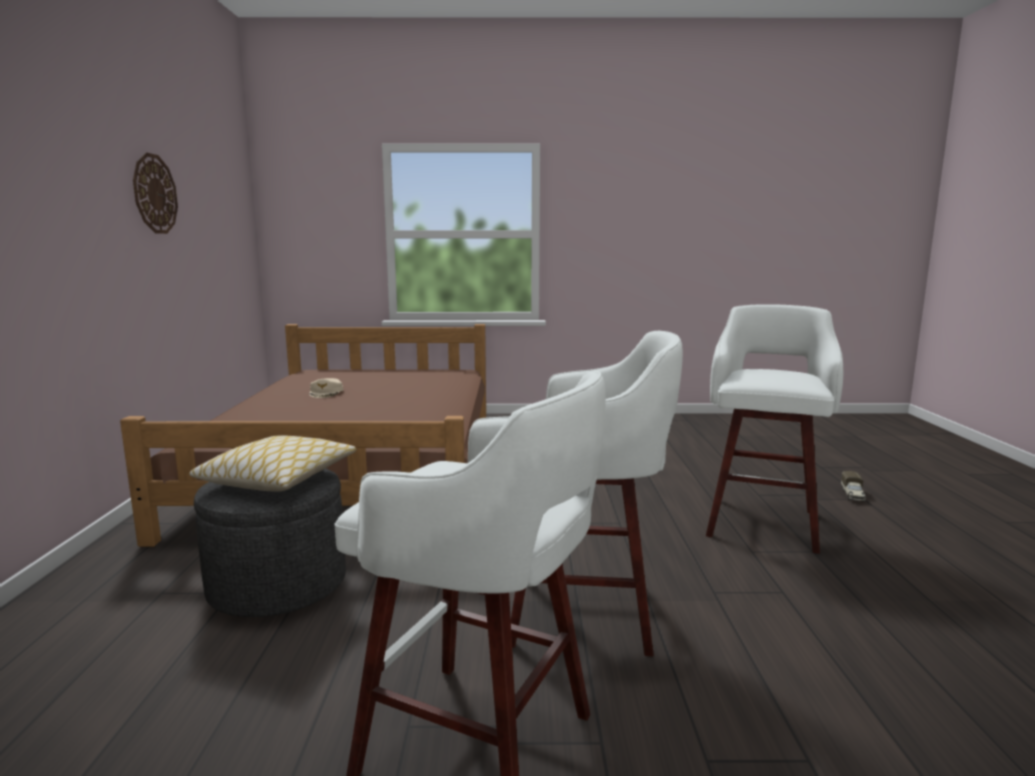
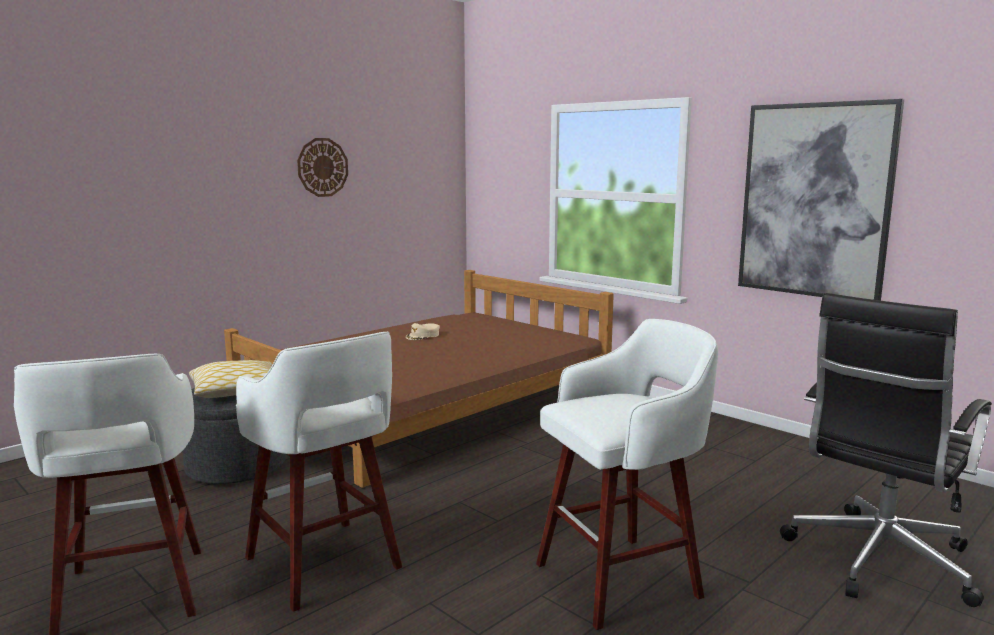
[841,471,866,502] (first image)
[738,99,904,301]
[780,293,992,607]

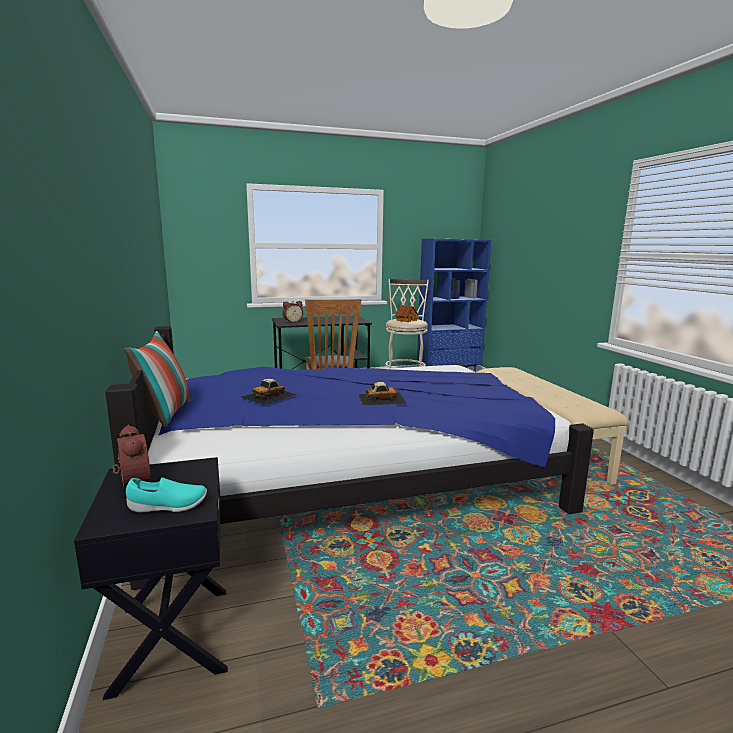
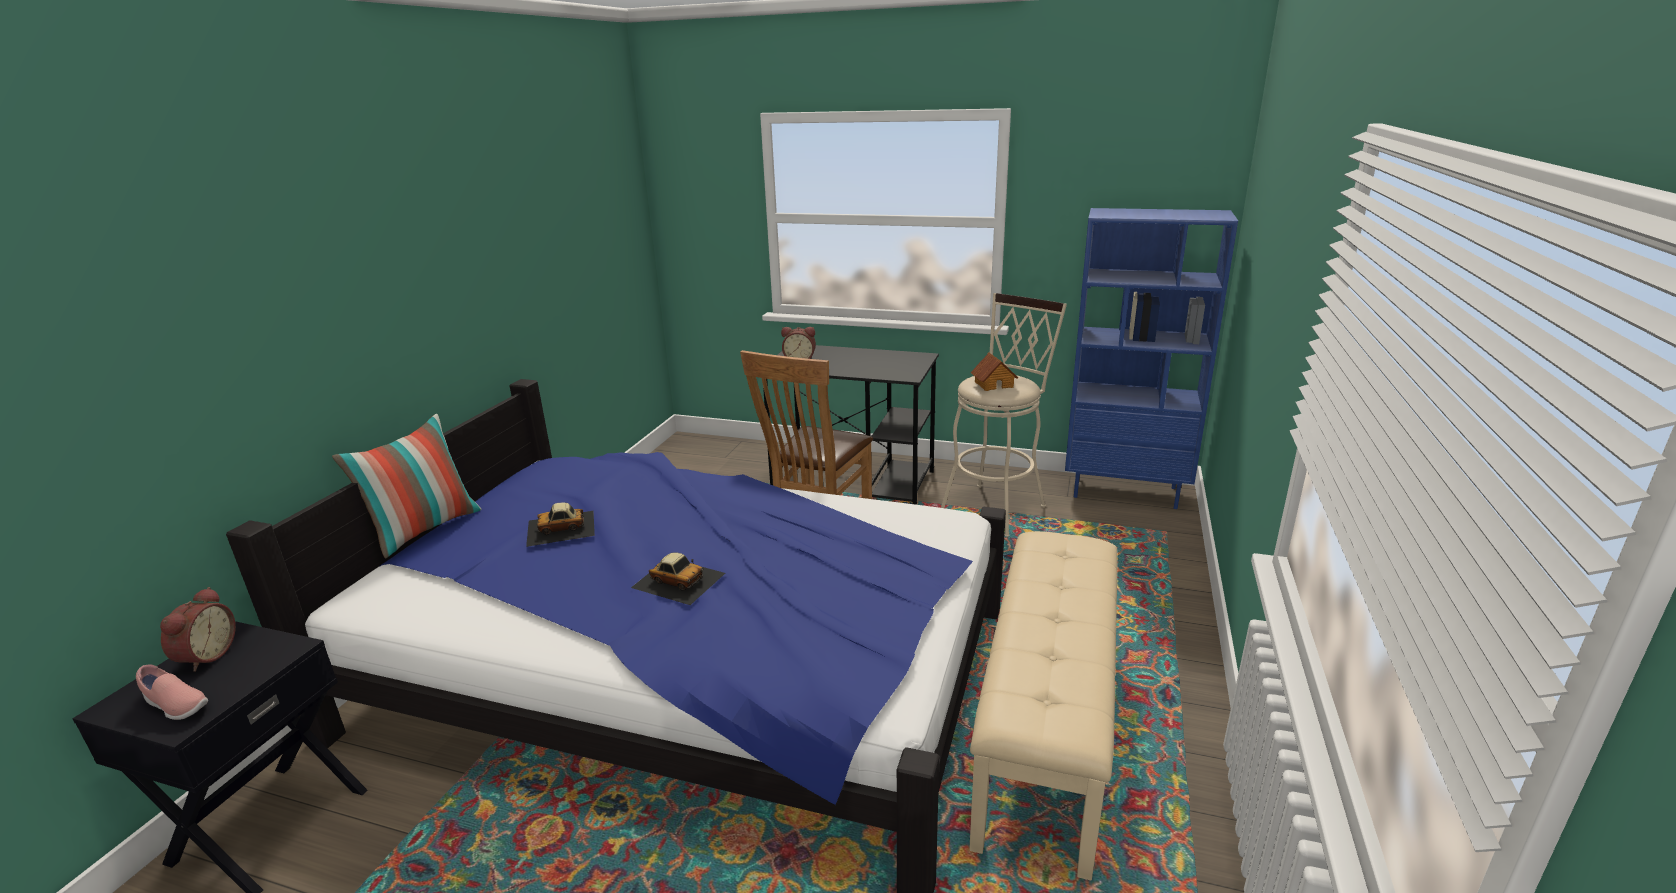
[136,664,208,720]

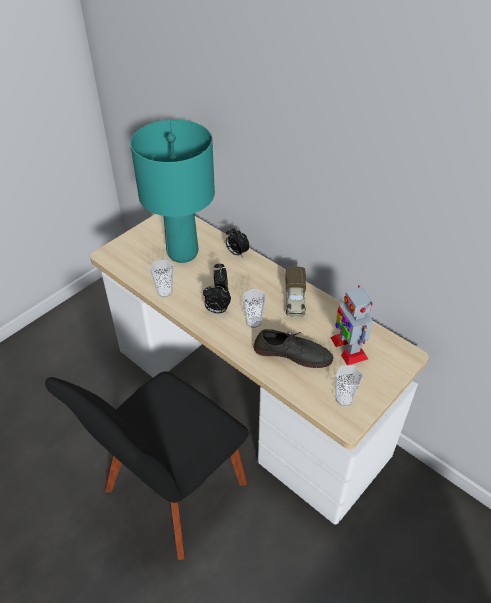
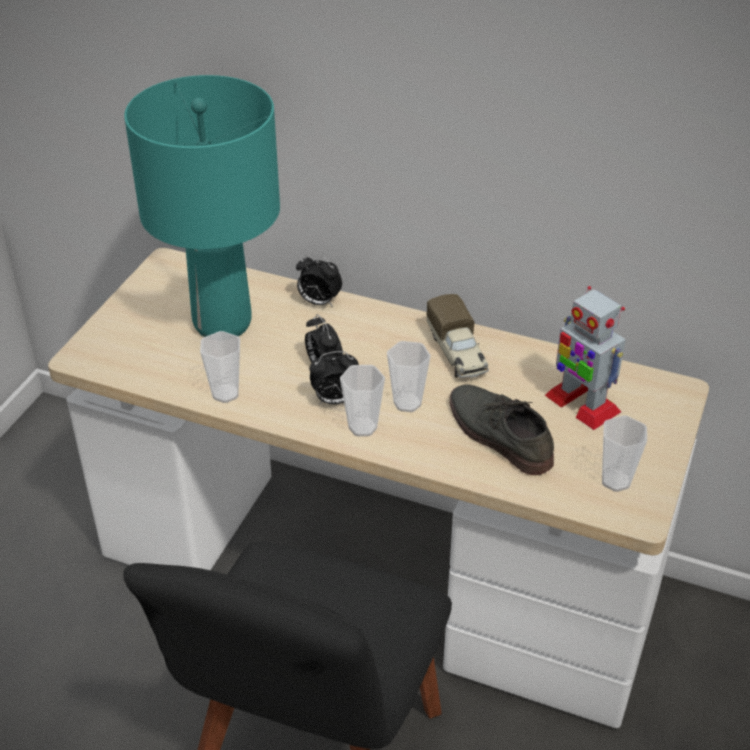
[340,365,385,436]
[450,384,554,475]

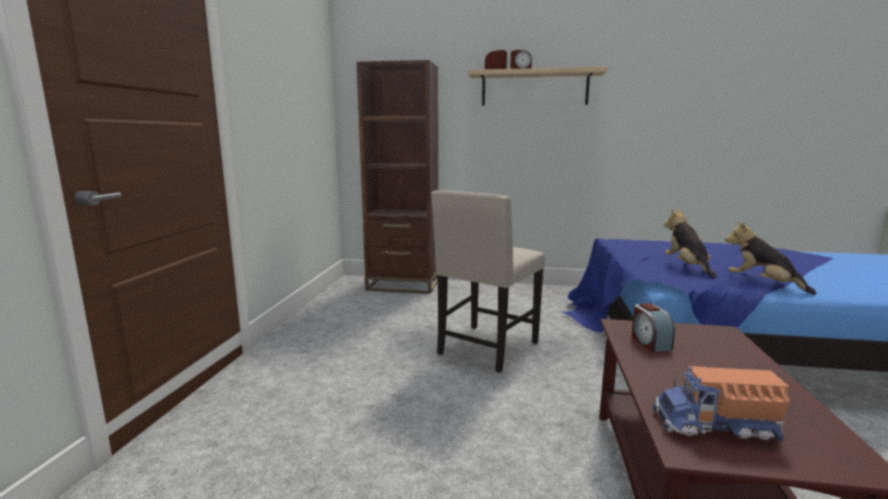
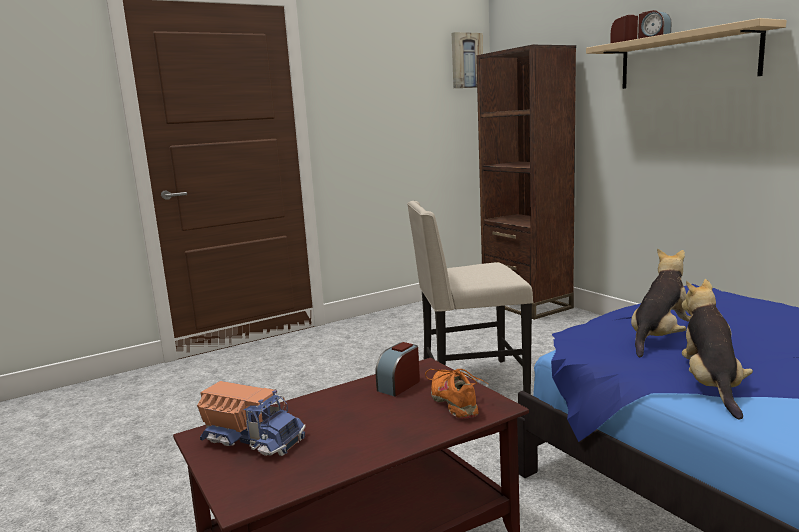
[425,369,488,419]
[452,32,483,88]
[197,381,306,456]

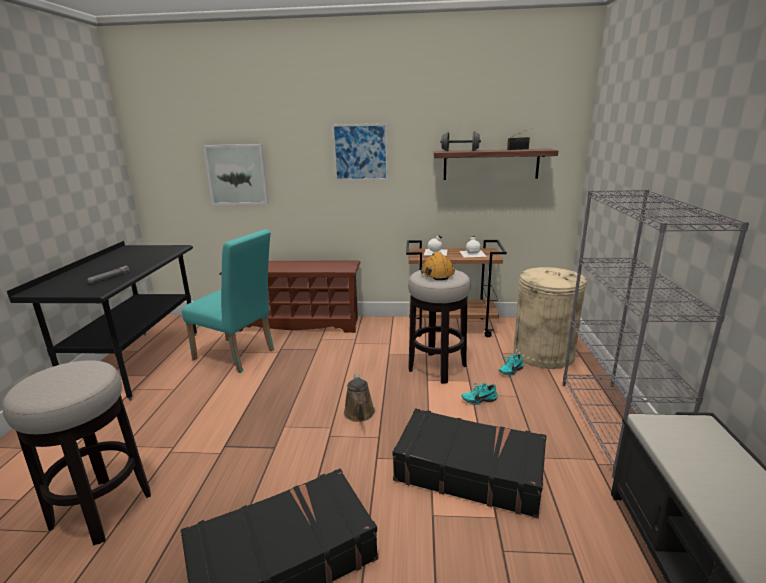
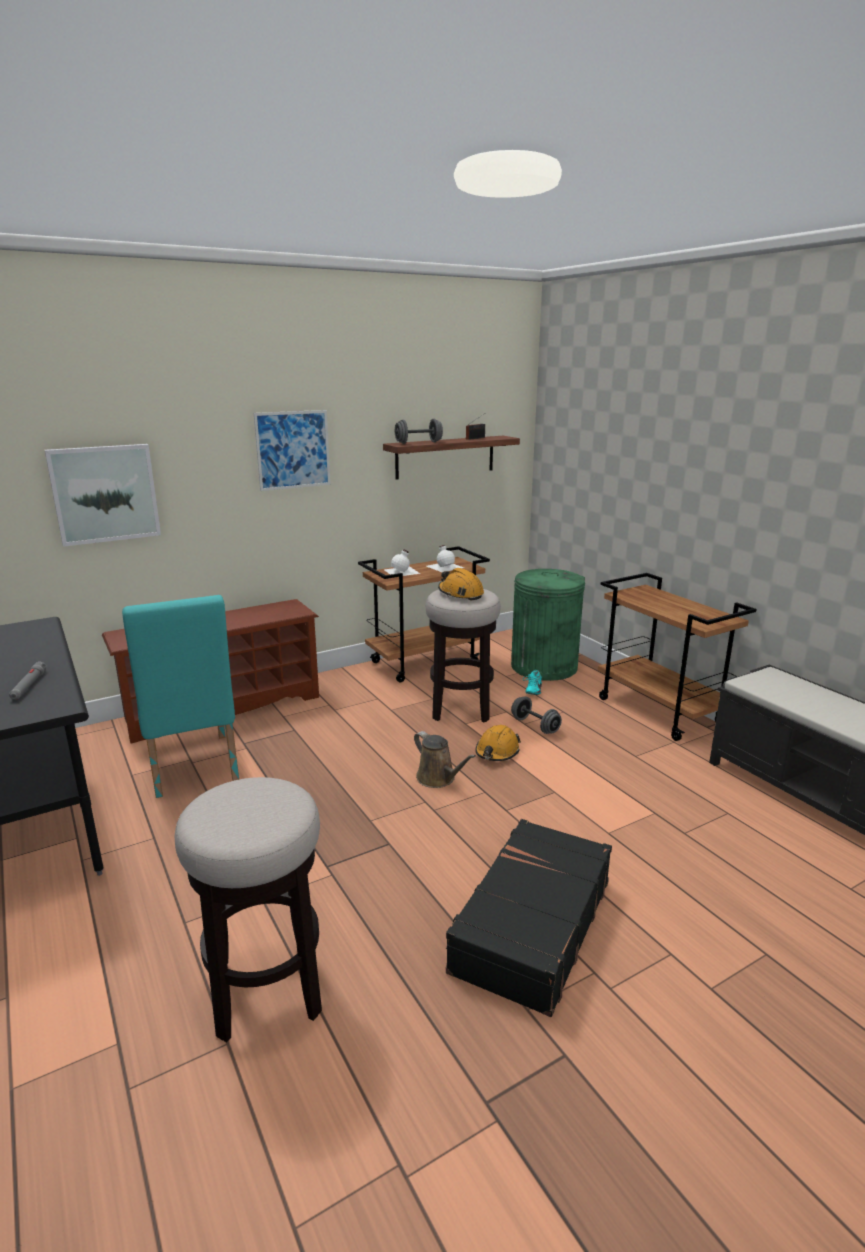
[393,409,547,519] (first image)
[475,725,521,761]
[511,696,562,734]
[598,573,756,741]
[511,569,585,681]
[122,595,239,798]

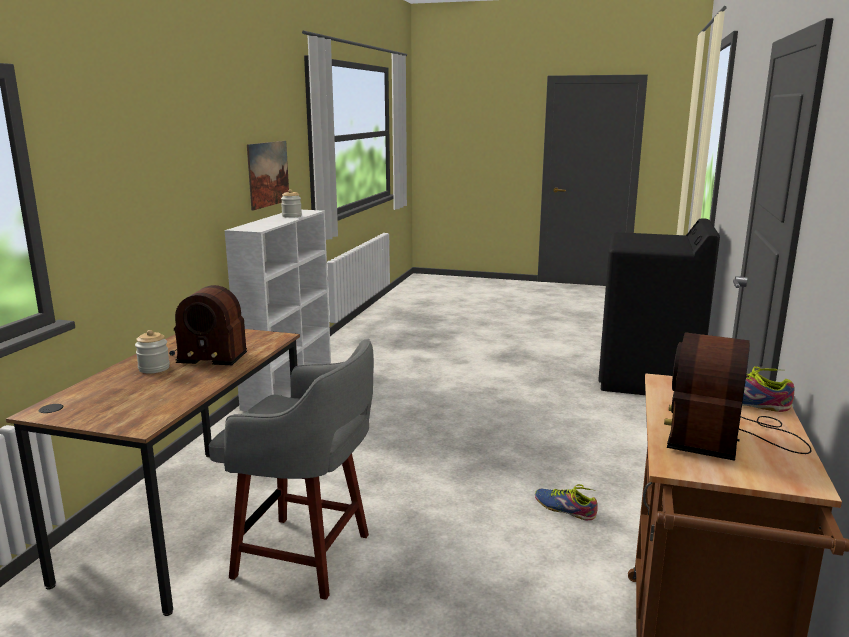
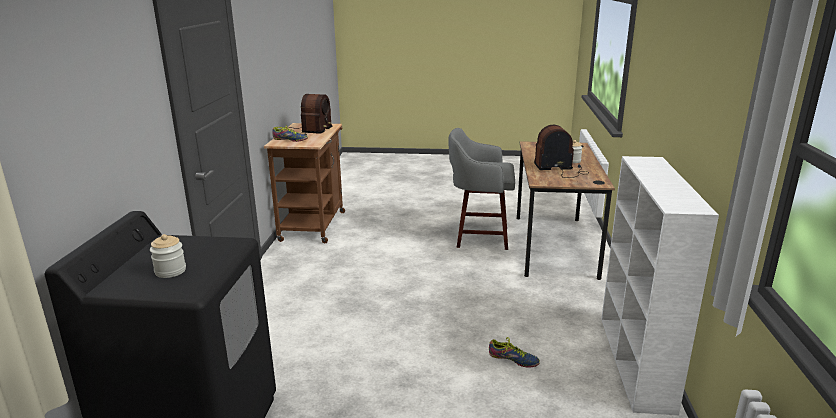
[247,141,289,211] (first image)
[150,234,186,278]
[489,337,540,368]

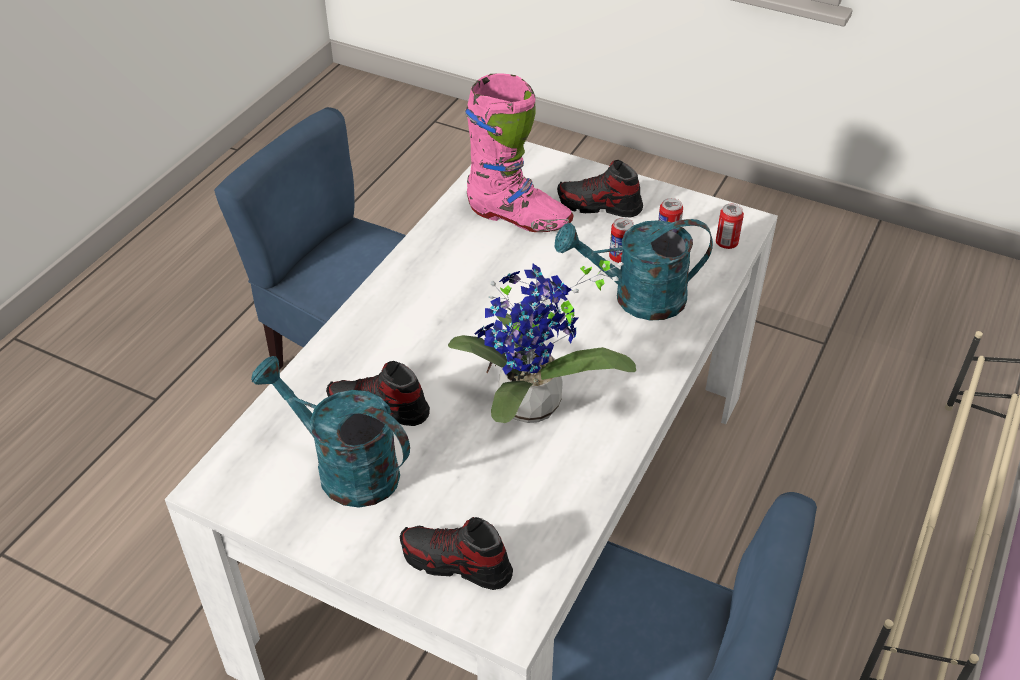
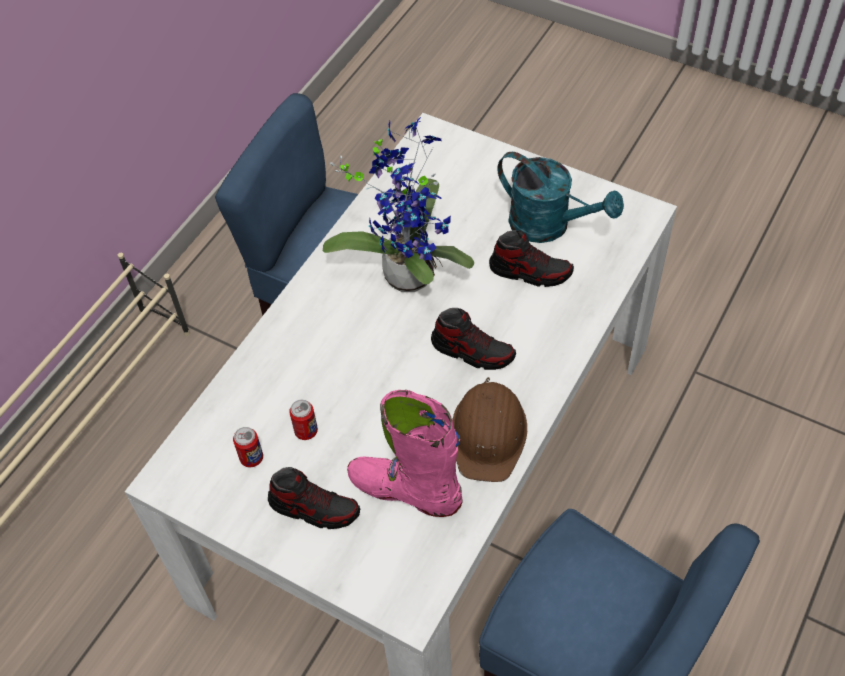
[555,219,713,321] (first image)
[716,203,744,249] (first image)
[452,377,527,482]
[431,308,516,370]

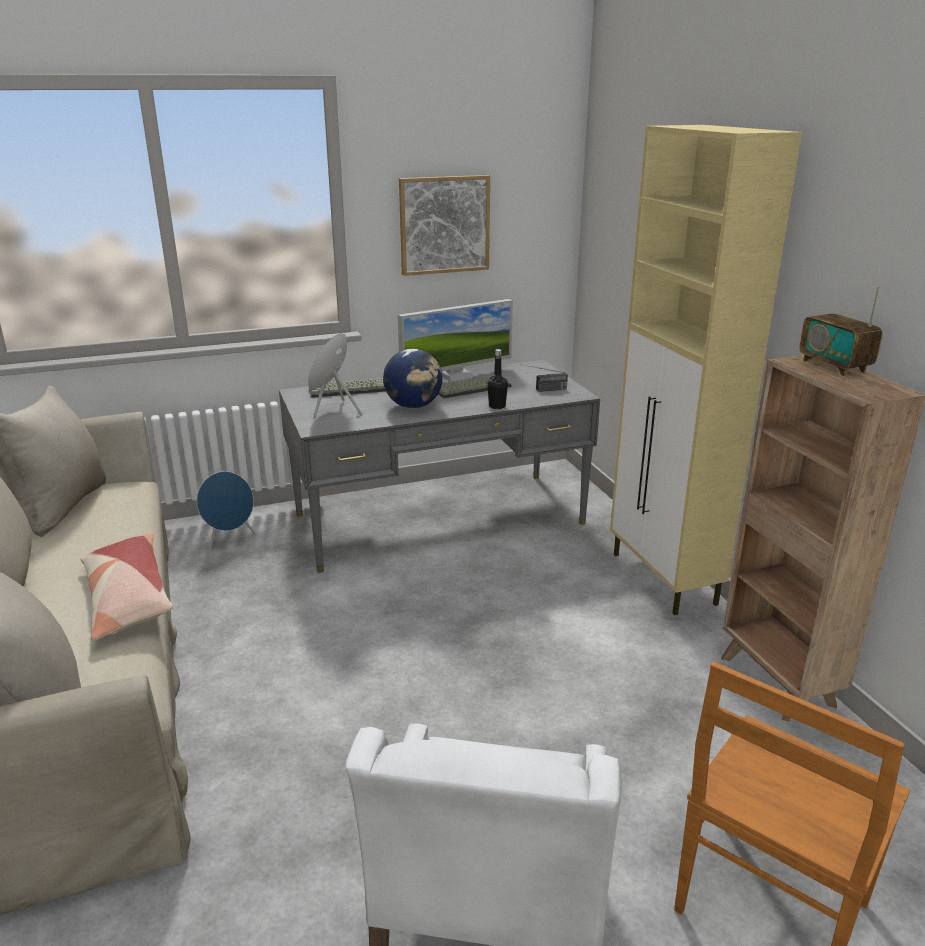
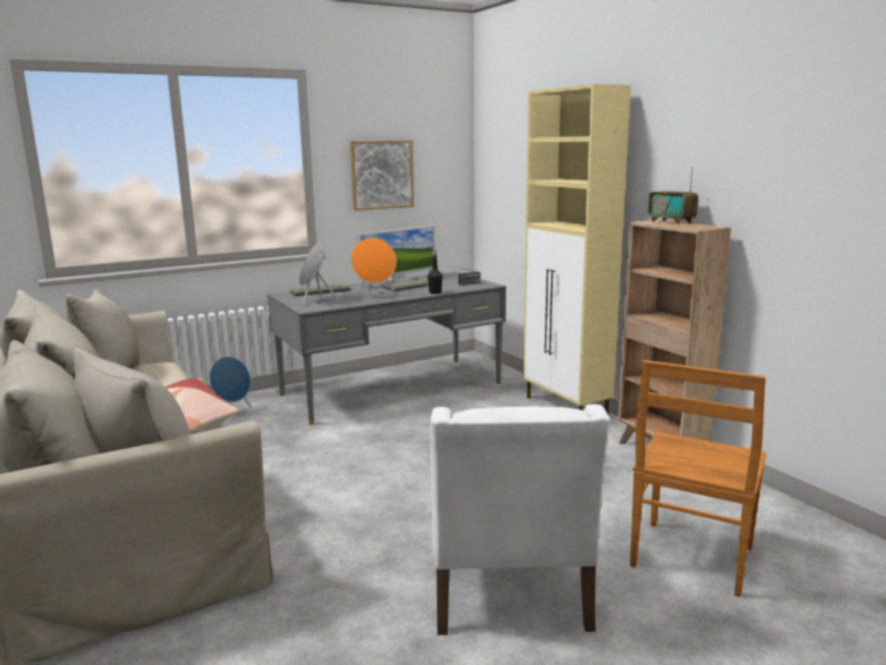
[351,238,396,299]

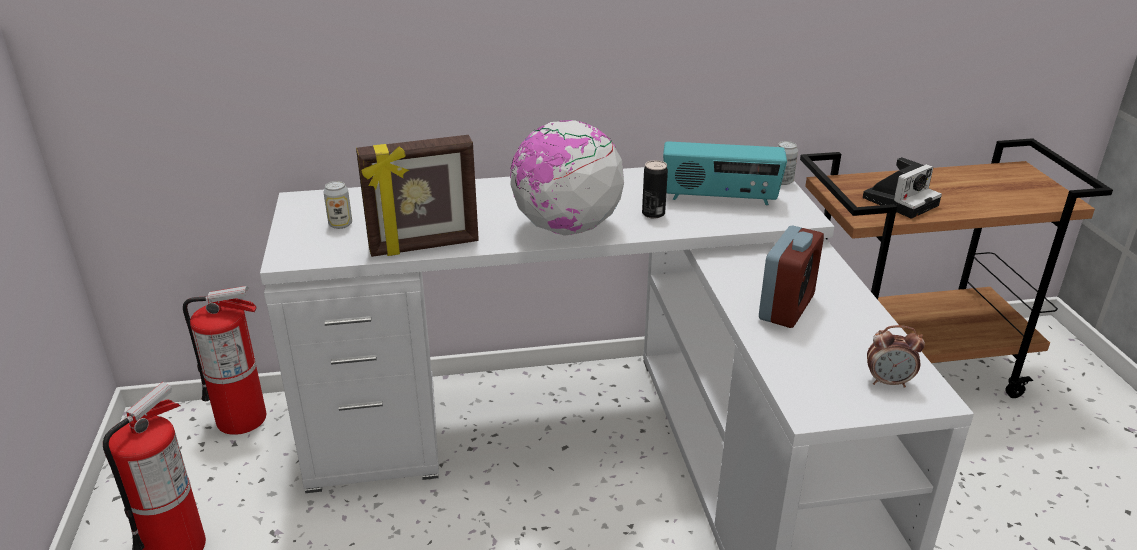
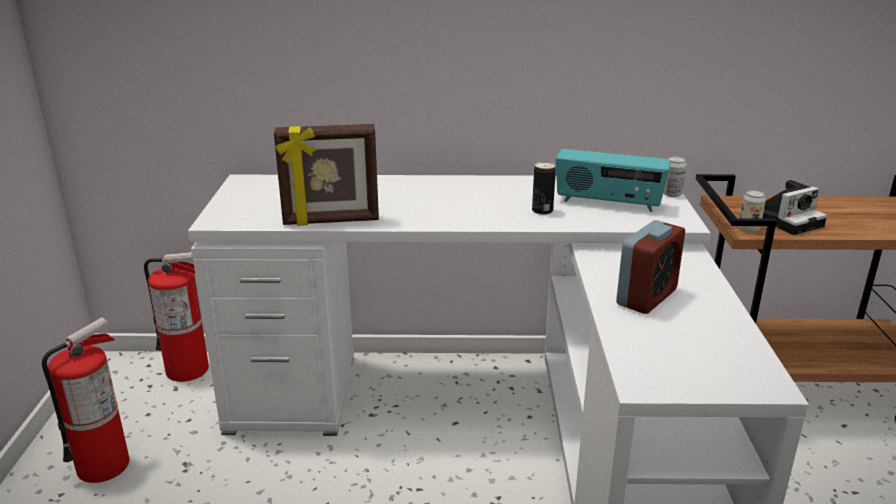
[510,120,624,236] (first image)
[867,325,925,388] (first image)
[739,190,766,232]

